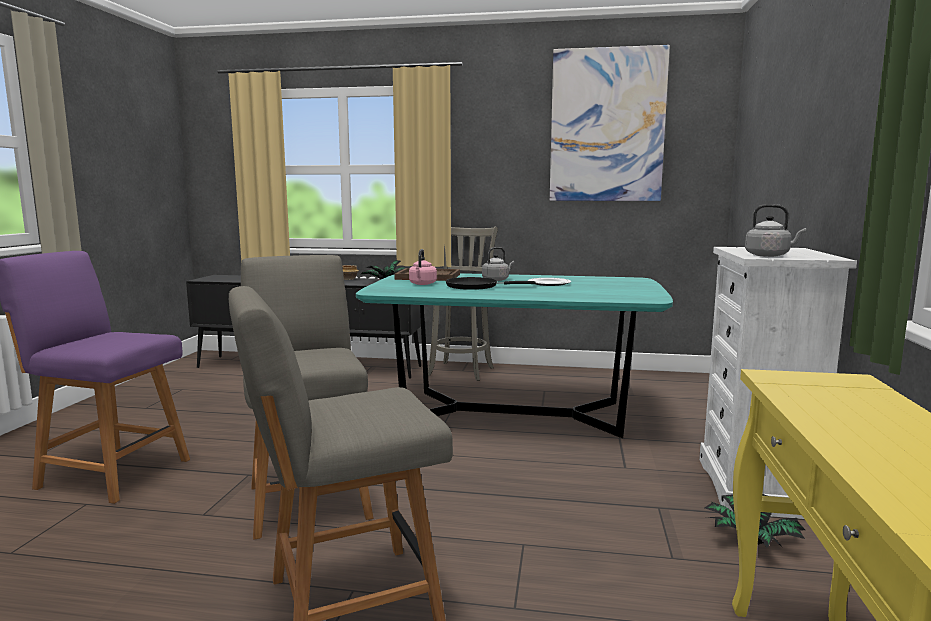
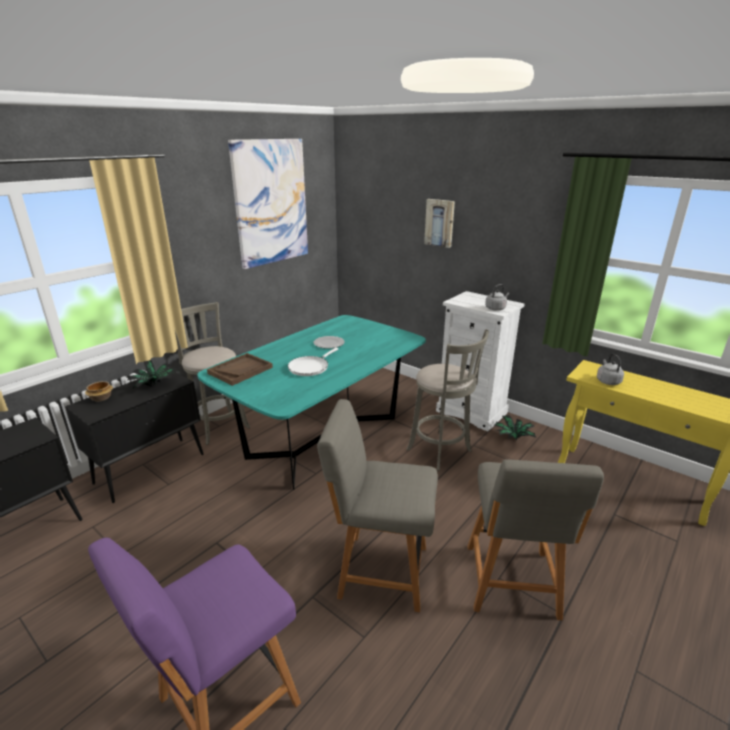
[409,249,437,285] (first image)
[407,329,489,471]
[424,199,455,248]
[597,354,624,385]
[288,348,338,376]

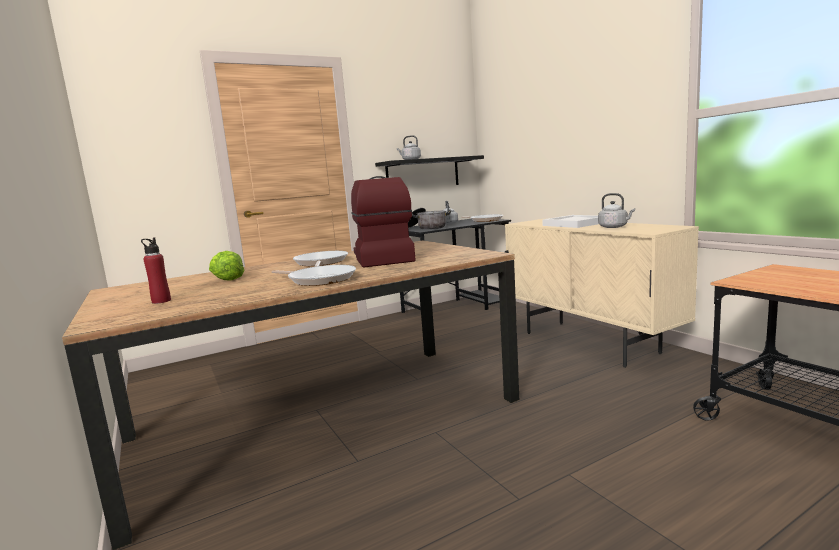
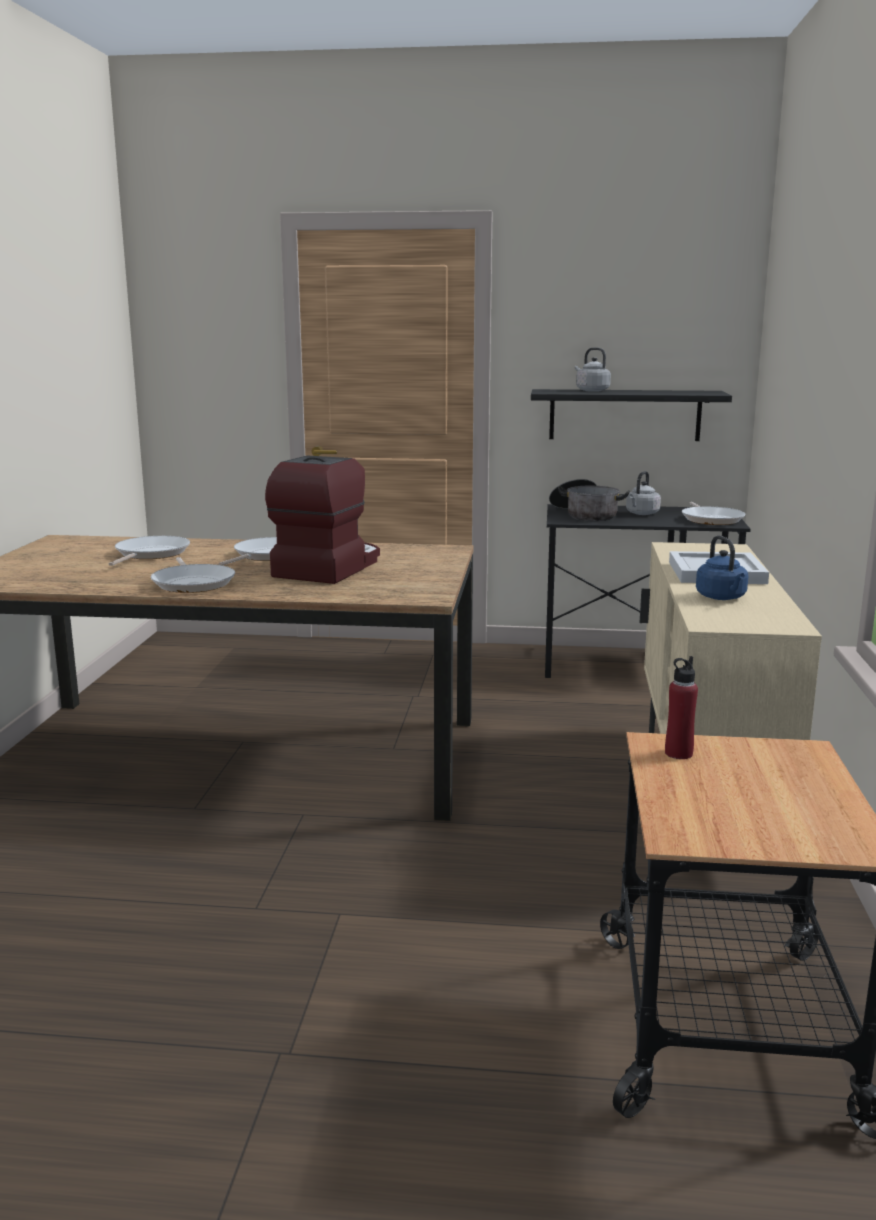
[665,656,698,759]
[109,536,190,566]
[696,535,748,600]

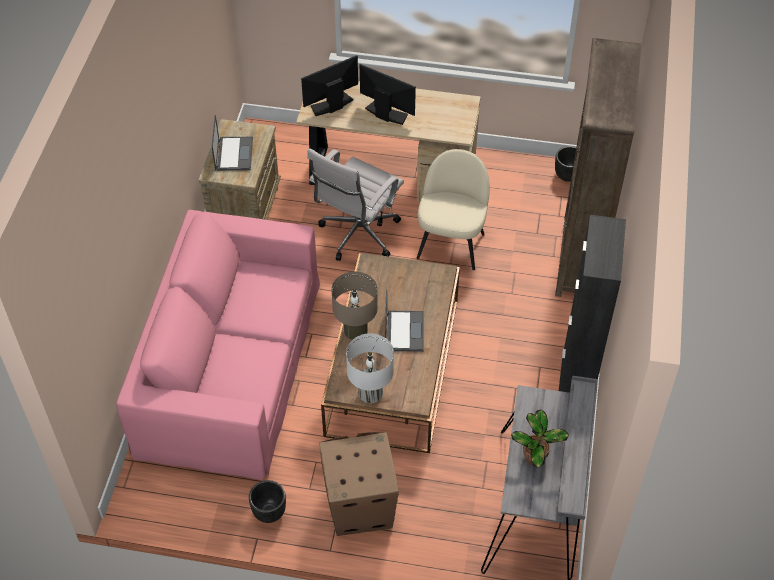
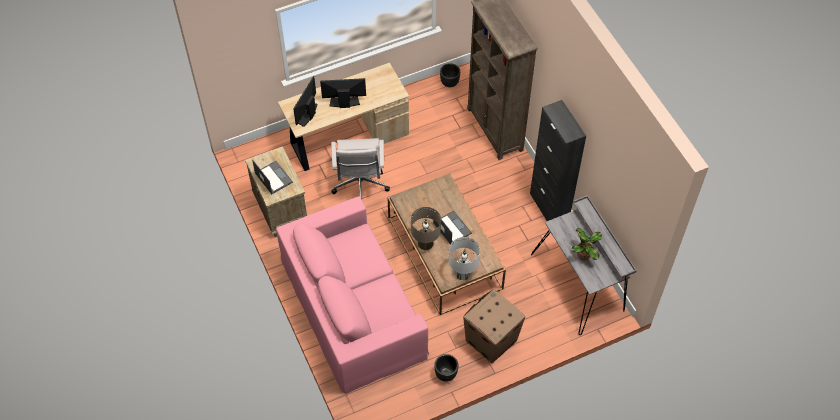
[416,149,490,270] (first image)

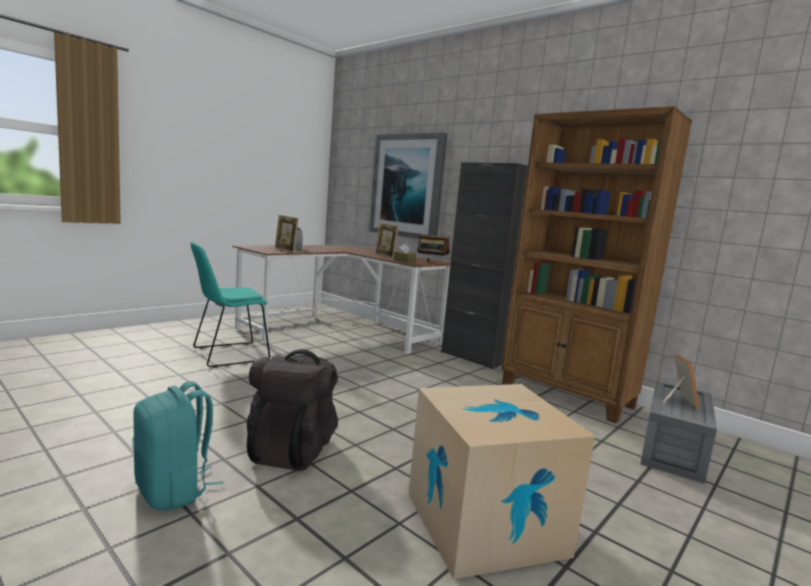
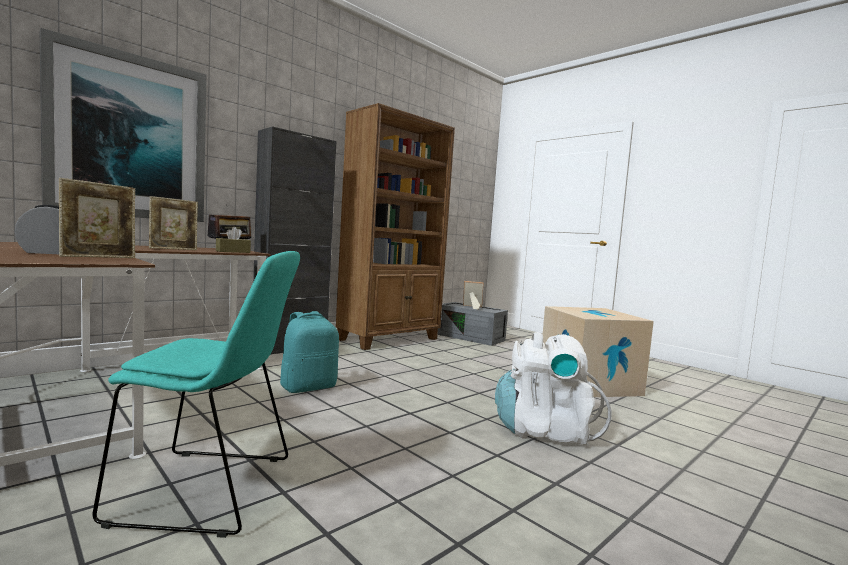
[280,311,339,393]
[495,332,612,446]
[92,251,300,538]

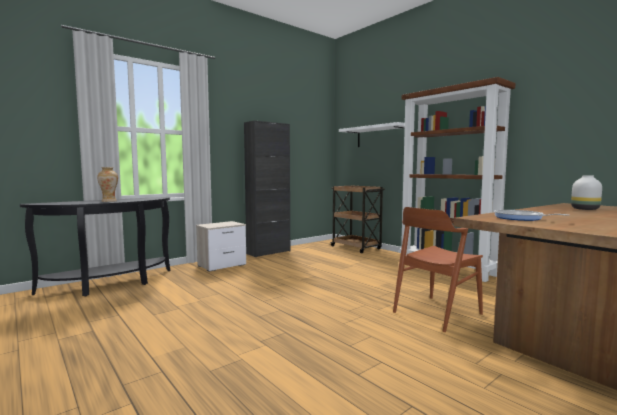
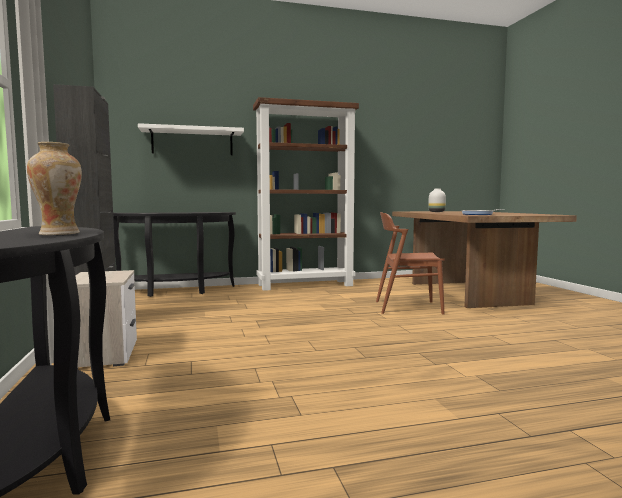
[113,212,236,297]
[376,212,445,315]

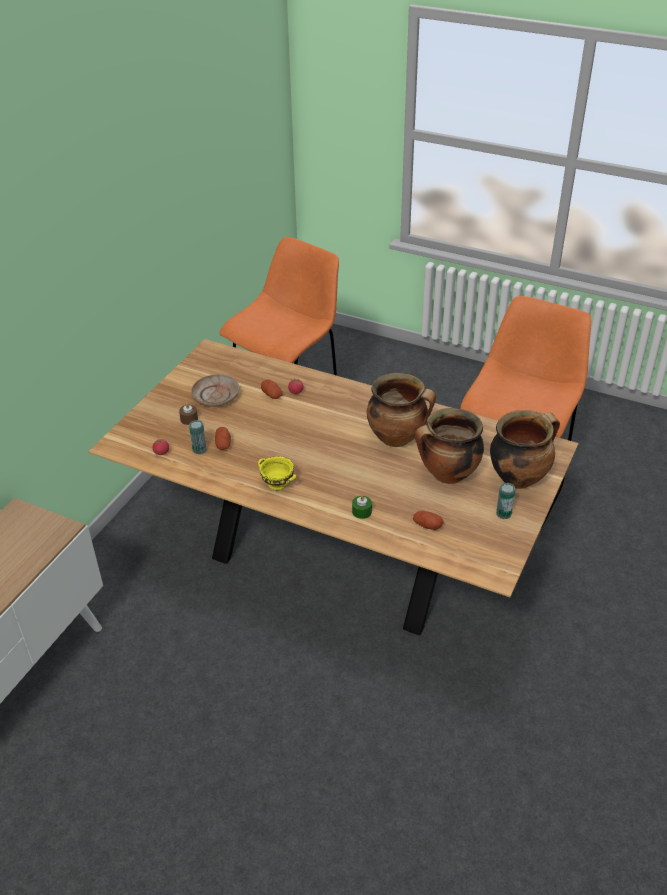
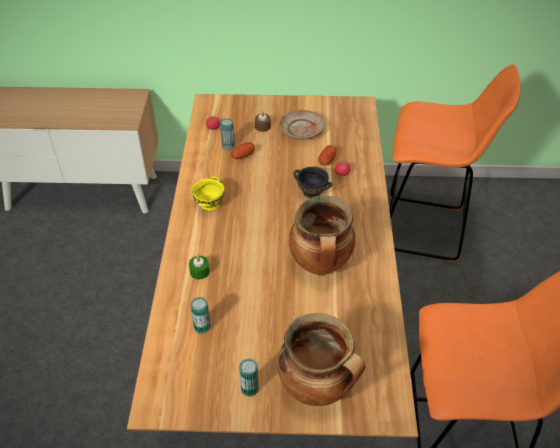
[415,408,484,484] (first image)
[293,166,333,198]
[190,297,211,334]

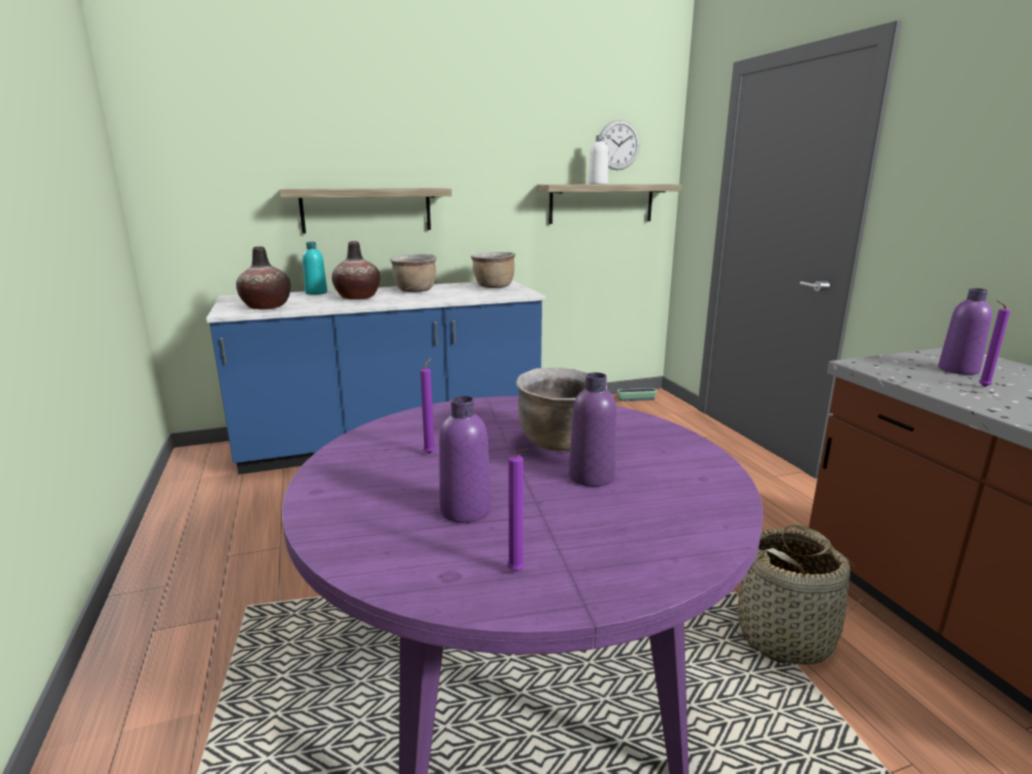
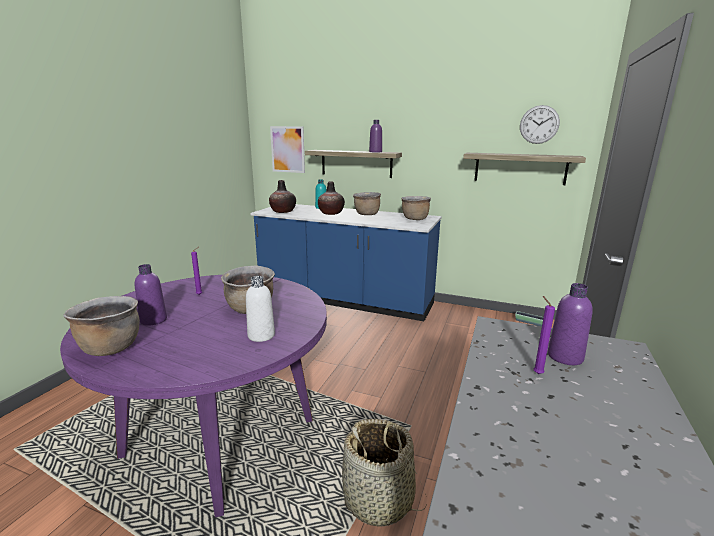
[270,126,305,173]
[369,120,382,152]
[246,276,275,342]
[63,296,140,356]

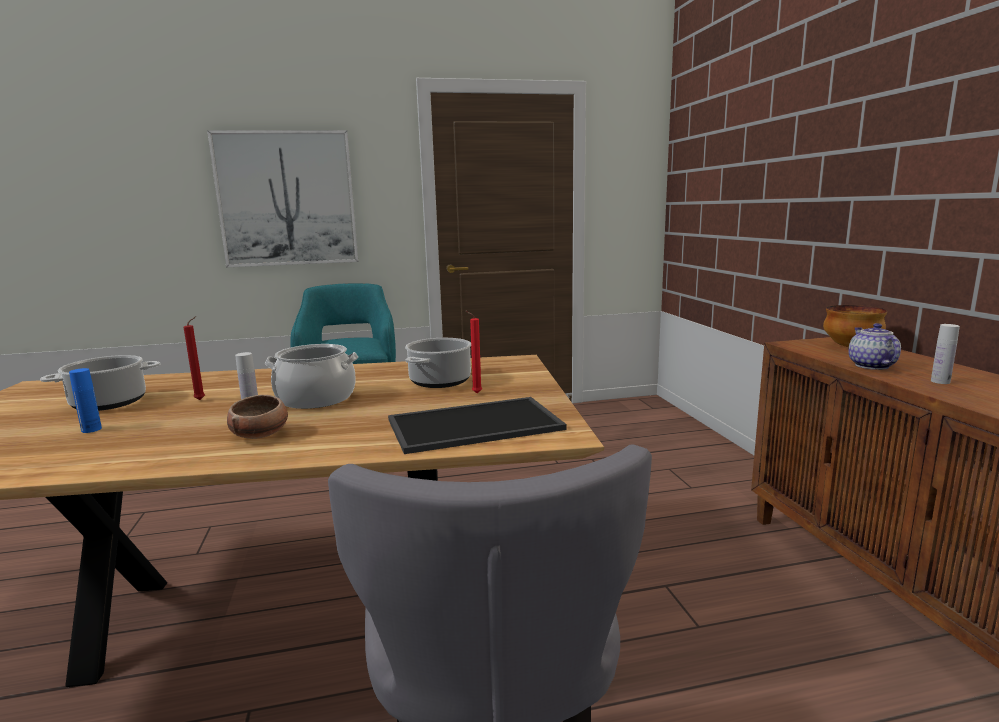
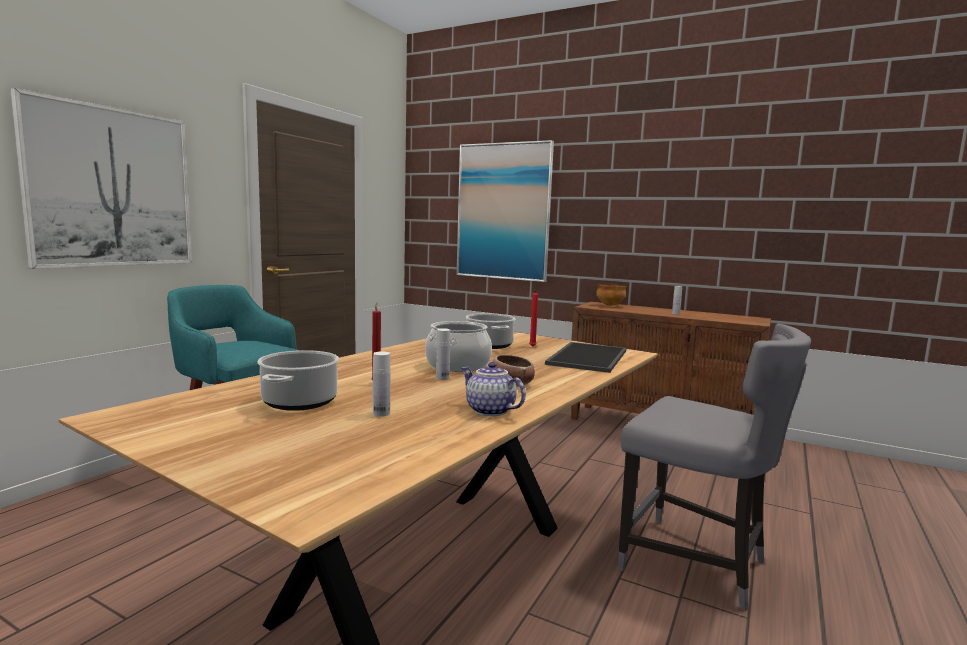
[456,140,554,282]
[462,362,526,416]
[373,351,390,417]

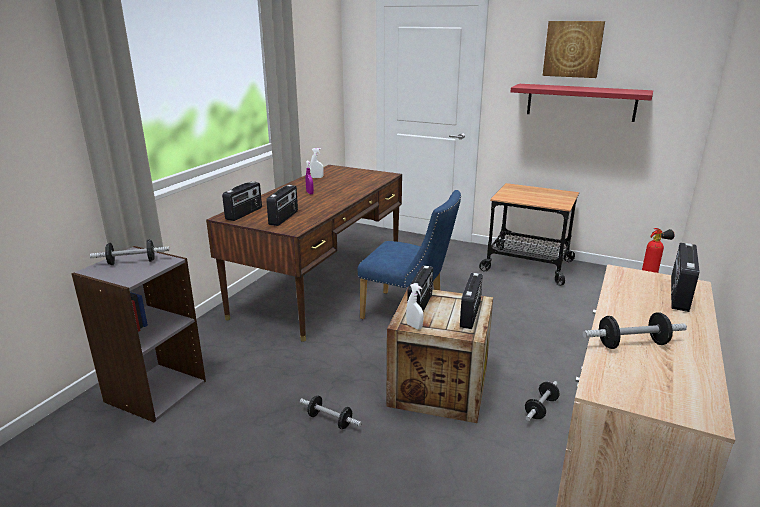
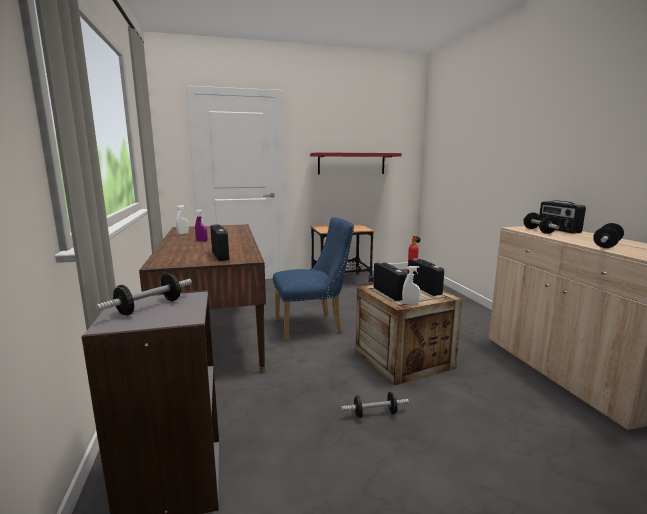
[222,181,262,221] (first image)
[543,21,605,78] (first image)
[523,212,559,234]

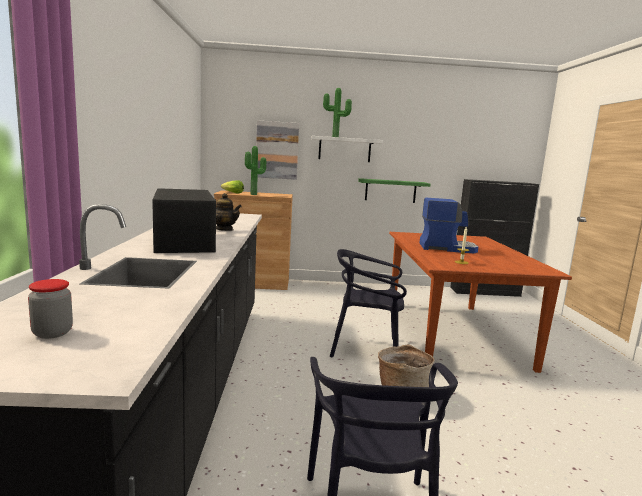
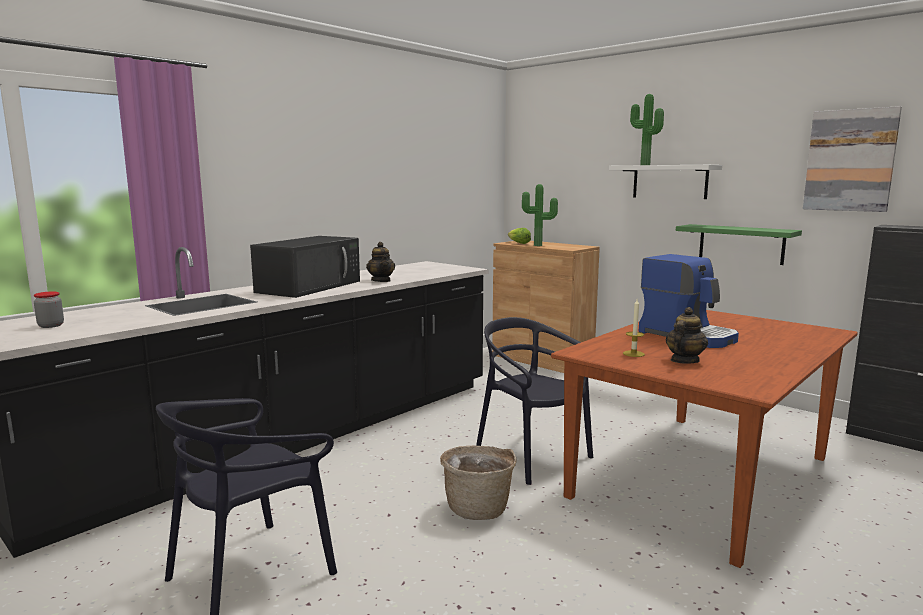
[665,307,708,364]
[803,106,902,212]

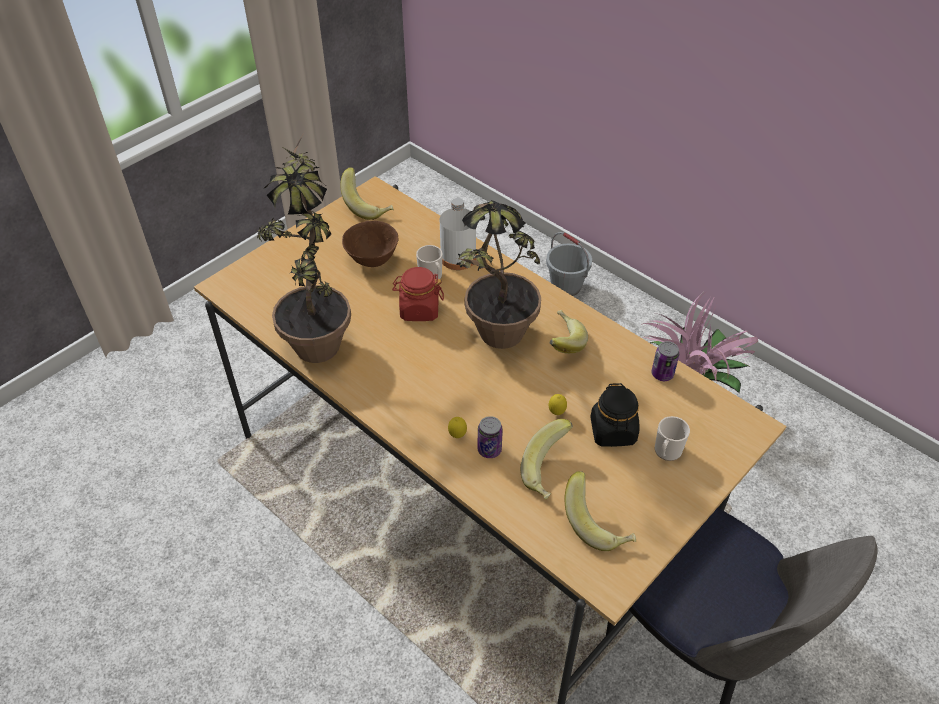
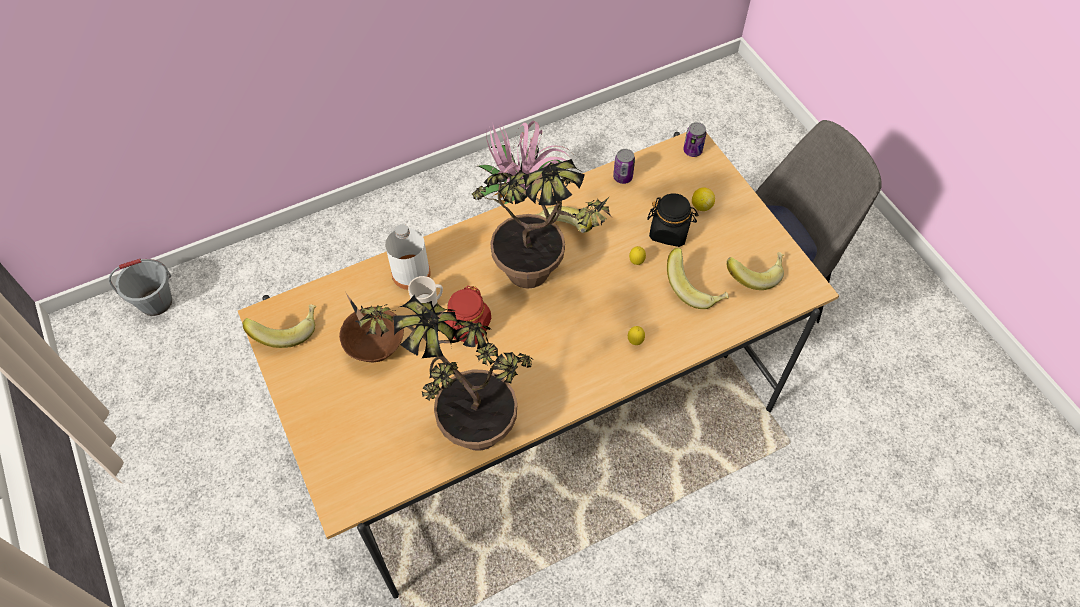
[683,122,707,157]
[109,259,172,316]
[692,187,715,211]

